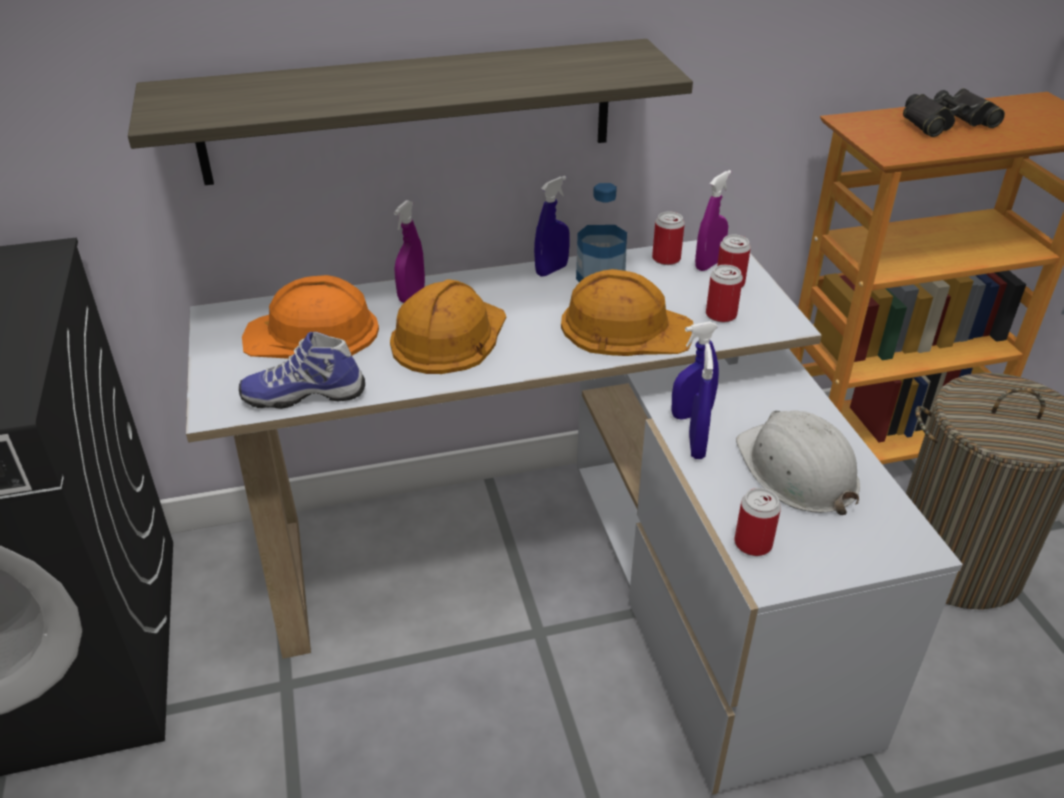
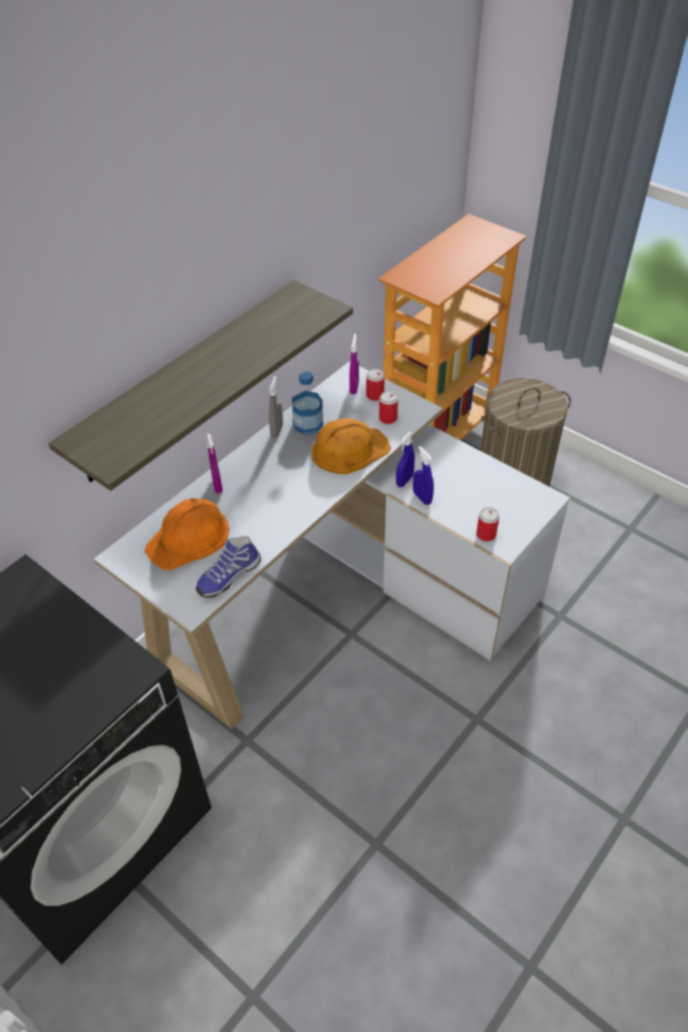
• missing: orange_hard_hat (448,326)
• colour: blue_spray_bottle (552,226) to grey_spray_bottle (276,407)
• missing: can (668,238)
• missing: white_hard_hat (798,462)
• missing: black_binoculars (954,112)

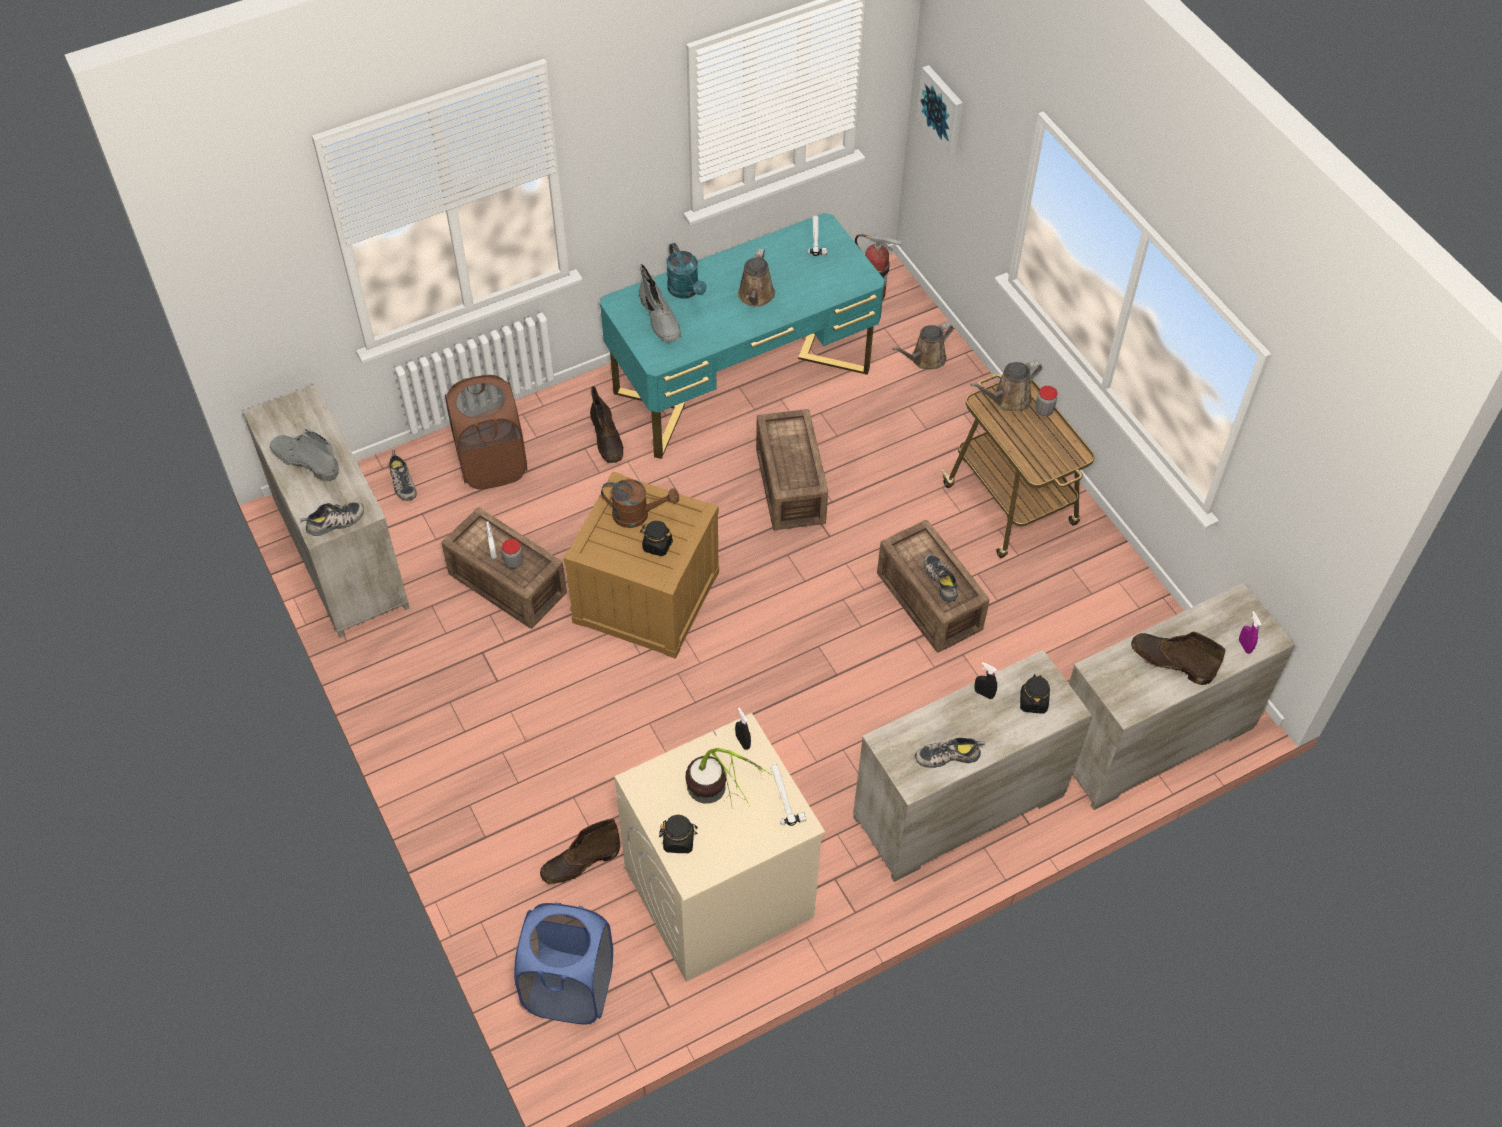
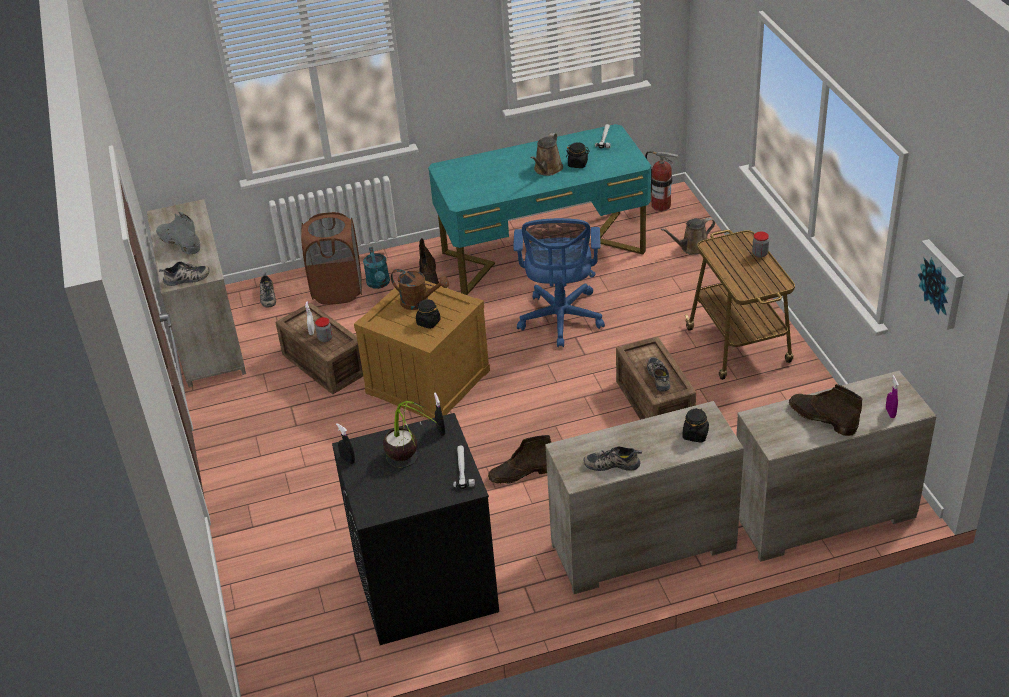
• missing: blue_laundry_basket (563,964)
• relocated: brown_boot (580,851) to (519,459)
• colour: beige_washing_machine (719,847) to black_washing_machine (415,529)
• missing: grey_boot (660,303)
• relocated: black_jar (678,834) to (578,155)
• relocated: turquoise_watering_can (686,271) to (376,268)
• exchanged: crate (792,469) to blue_office_chair (559,282)
• relocated: picture (940,110) to (938,284)
• missing: brown_watering_can (1006,386)
• relocated: black_spray_bottle (986,680) to (345,443)

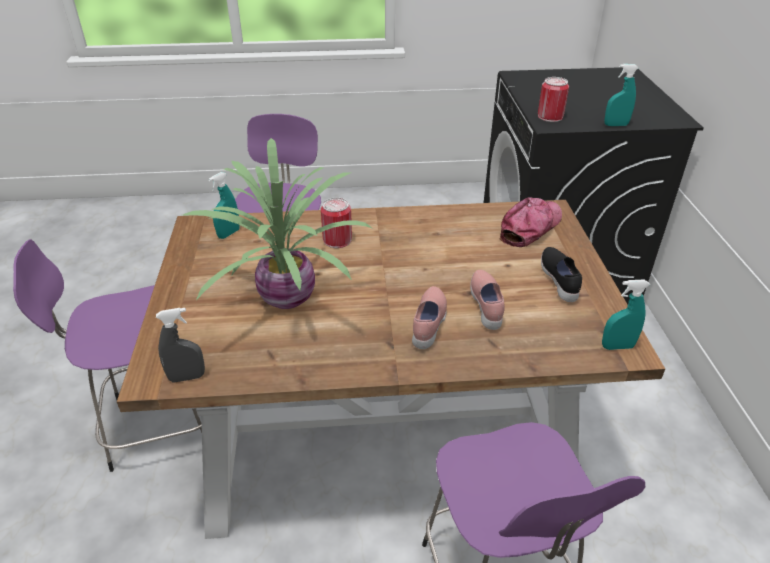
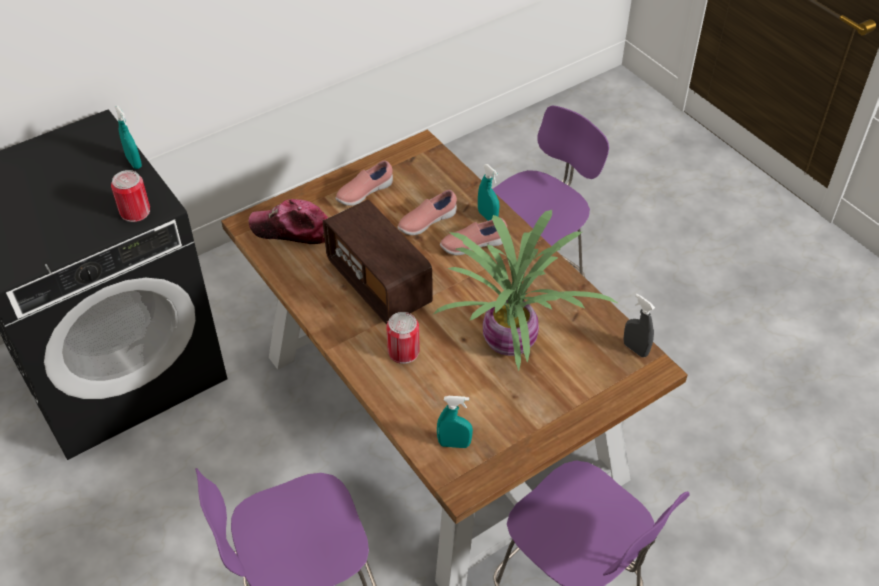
• colour: black_shoe (561,274) to pink_shoe (364,183)
• relocated: turquoise_spray_bottle (626,315) to (488,192)
• appeared: radio (378,261)

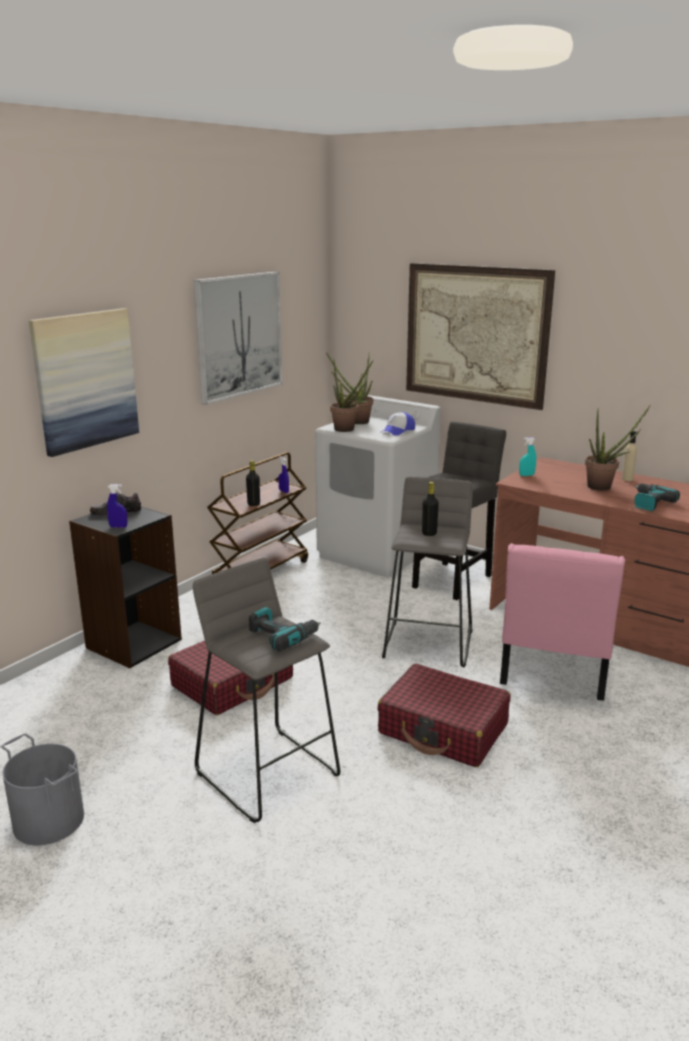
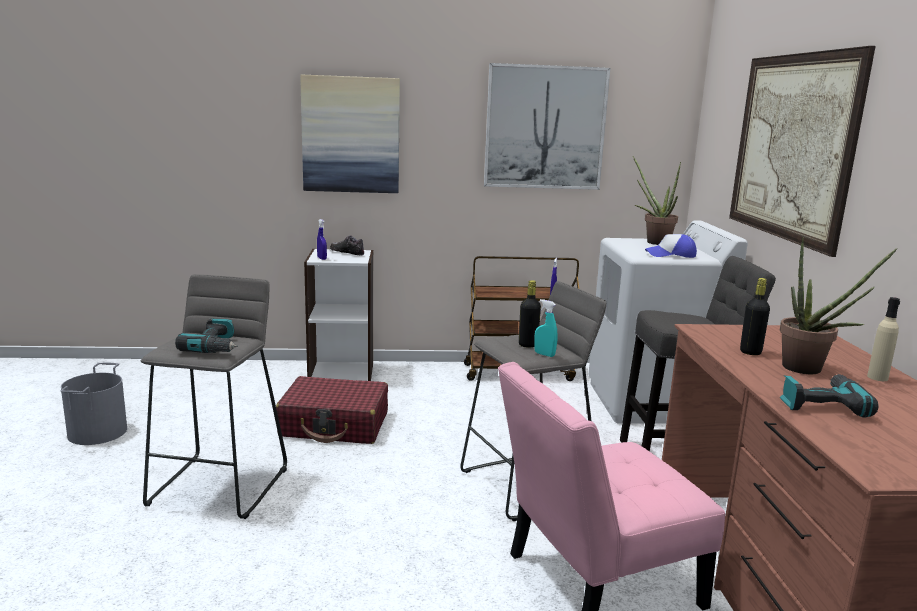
• colour: black_bookcase (125,587) to white_bookcase (338,315)
• relocated: black_bottle (253,483) to (755,316)
• missing: potted_plant (352,396)
• missing: red_suitcase (443,715)
• relocated: turquoise_spray_bottle (527,456) to (546,328)

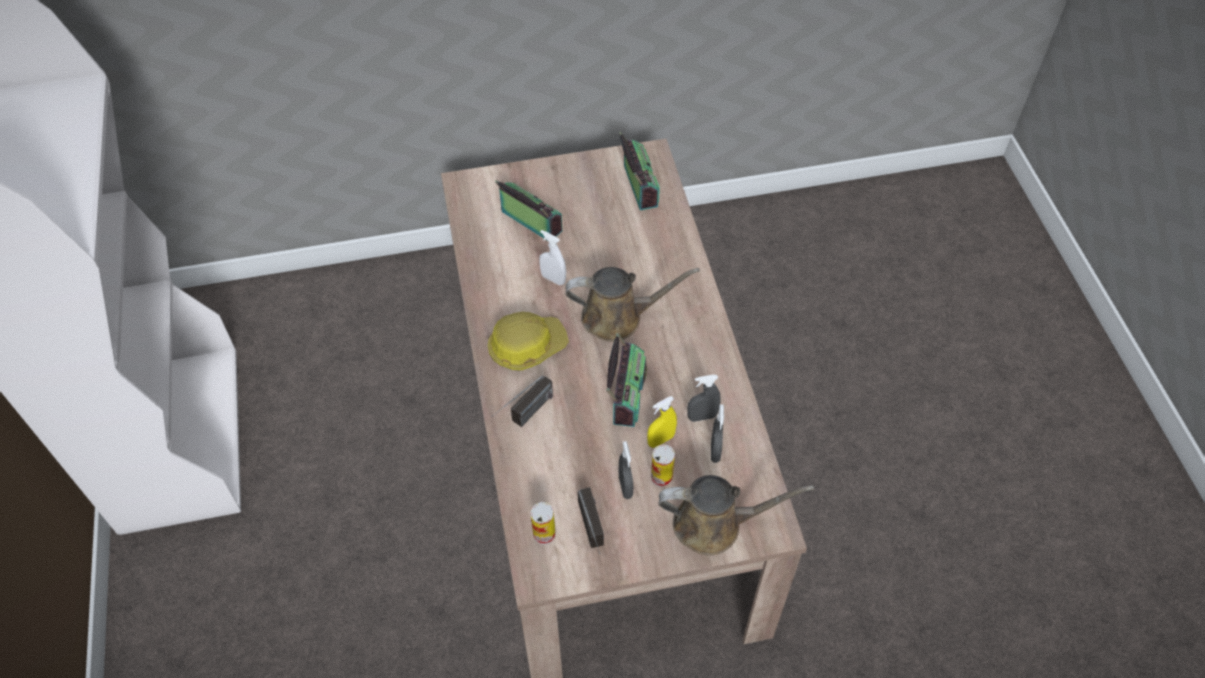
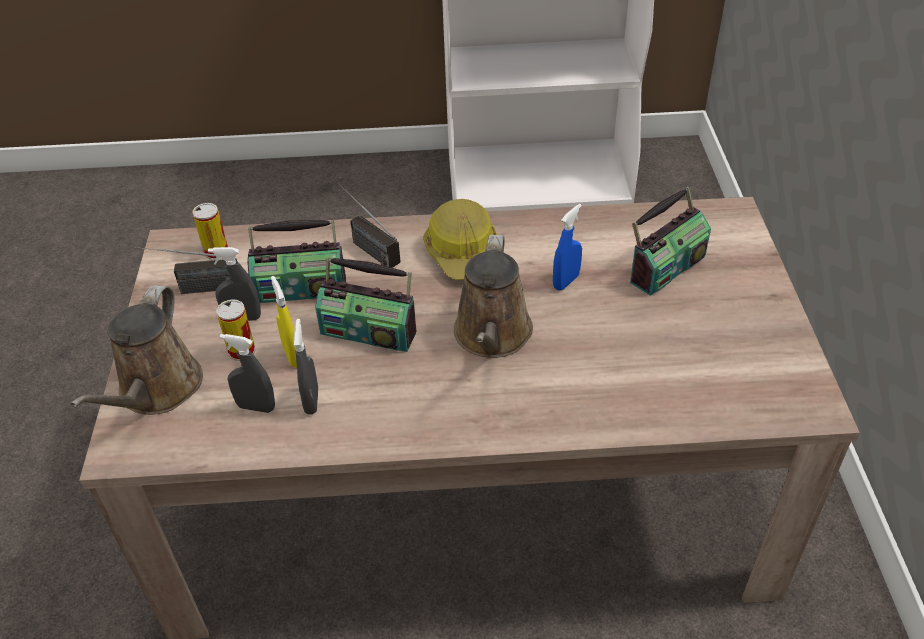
• colour: white_spray_bottle (552,257) to blue_spray_bottle (567,247)
• relocated: radio (639,171) to (296,261)

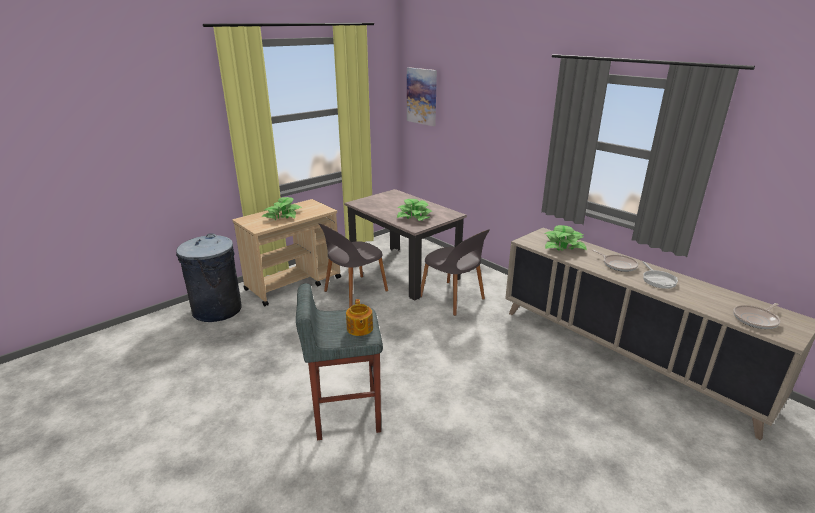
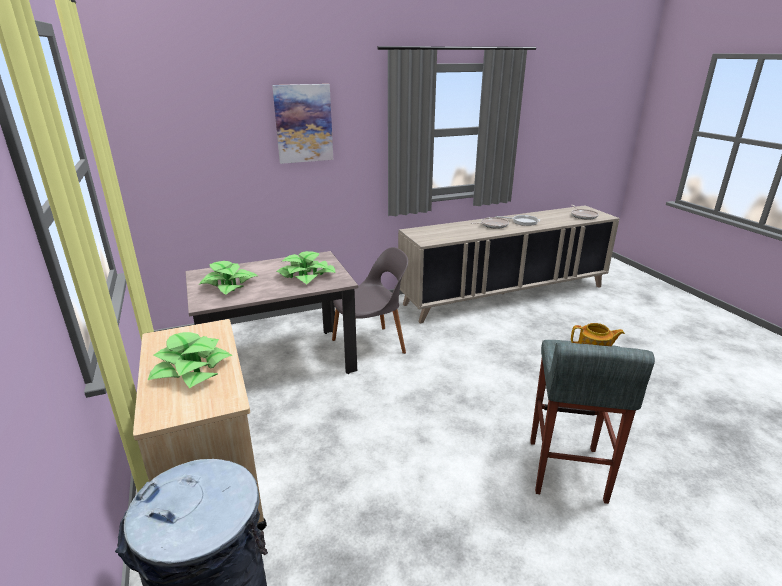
• missing: grey_chair (353,265)
• relocated: picture (422,96) to (302,124)
• relocated: potted_plant (566,238) to (228,278)

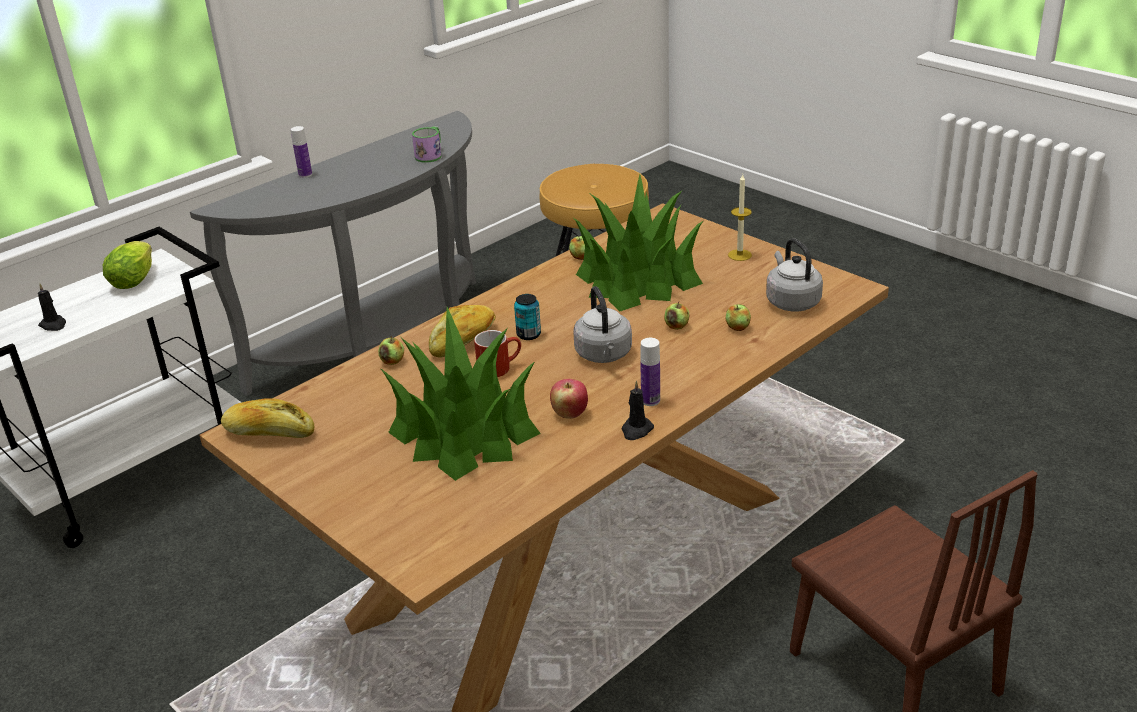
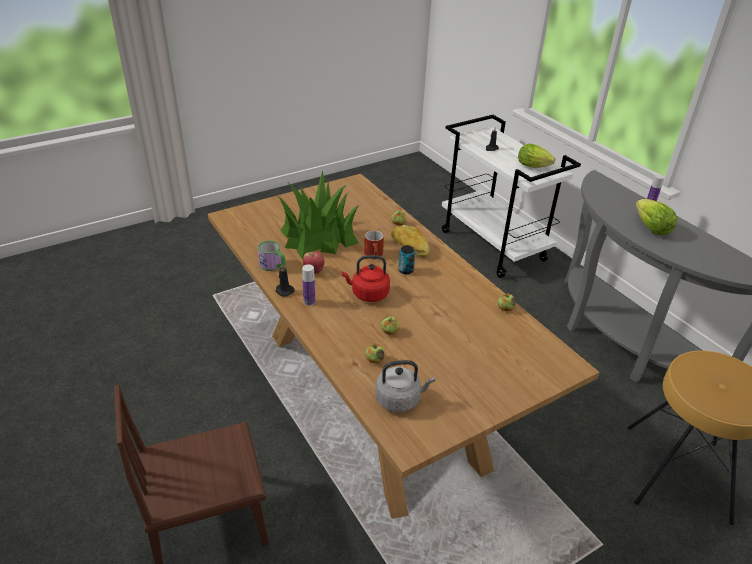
• missing: bread (267,418)
• relocated: mug (427,144) to (272,256)
• missing: potted_plant (637,242)
• colour: grey_kettle (602,324) to red_kettle (366,278)
• missing: candle (740,217)
• appeared: lettuce (656,217)

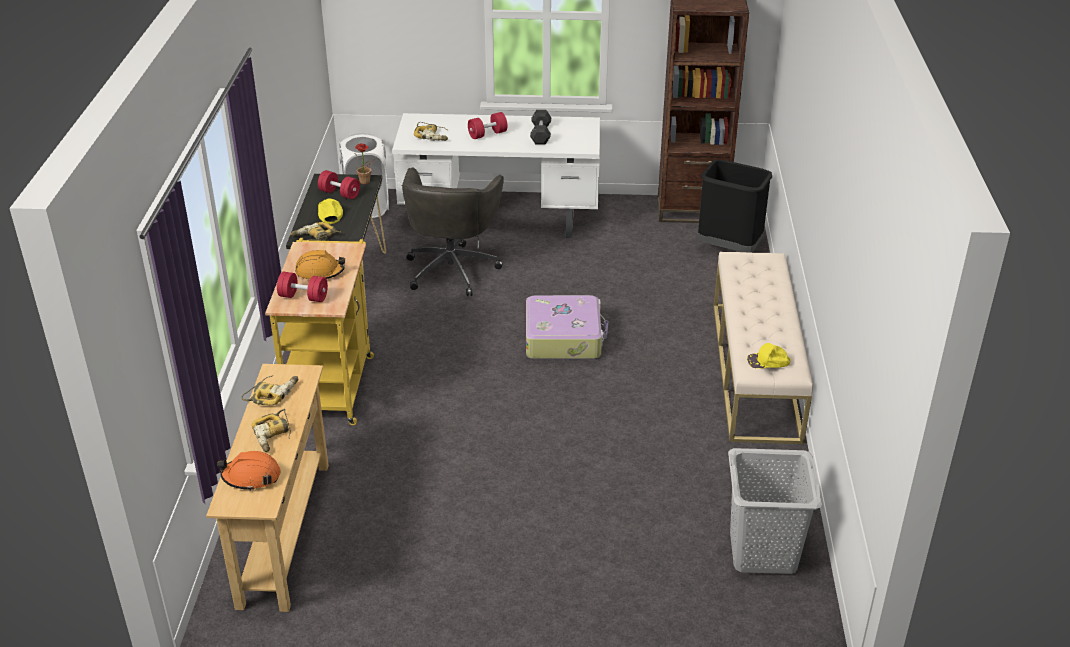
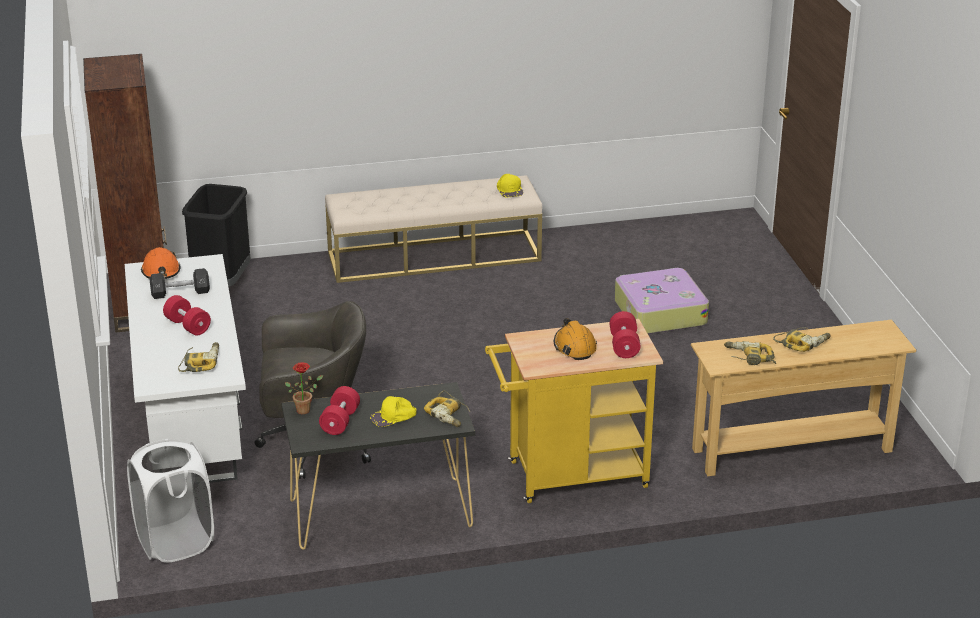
• relocated: orange_hard_hat (249,471) to (161,263)
• relocated: suitcase (567,327) to (662,301)
• missing: grey_laundry_basket (775,511)

